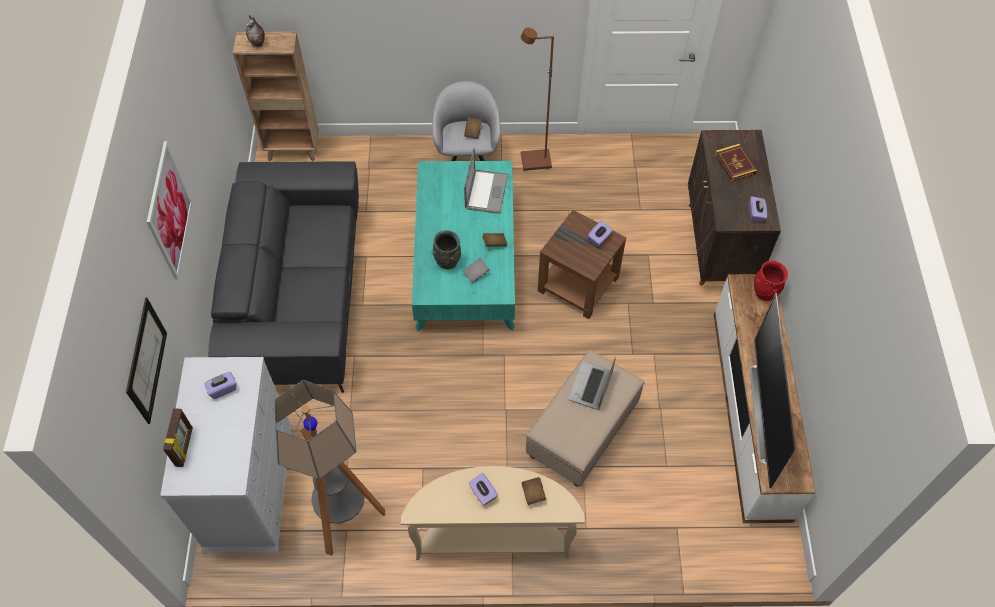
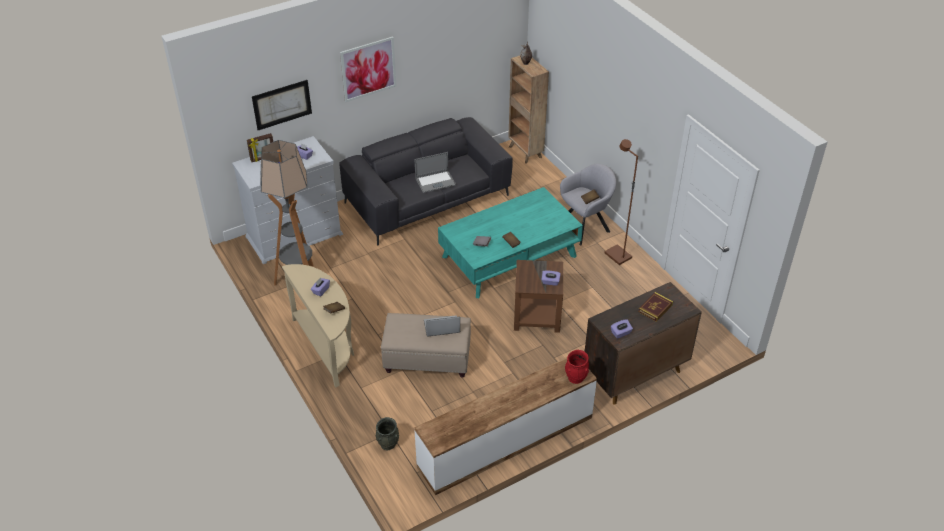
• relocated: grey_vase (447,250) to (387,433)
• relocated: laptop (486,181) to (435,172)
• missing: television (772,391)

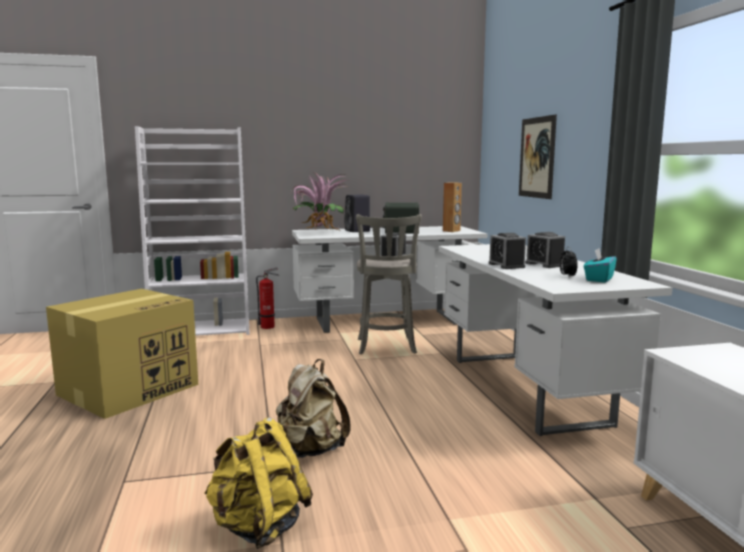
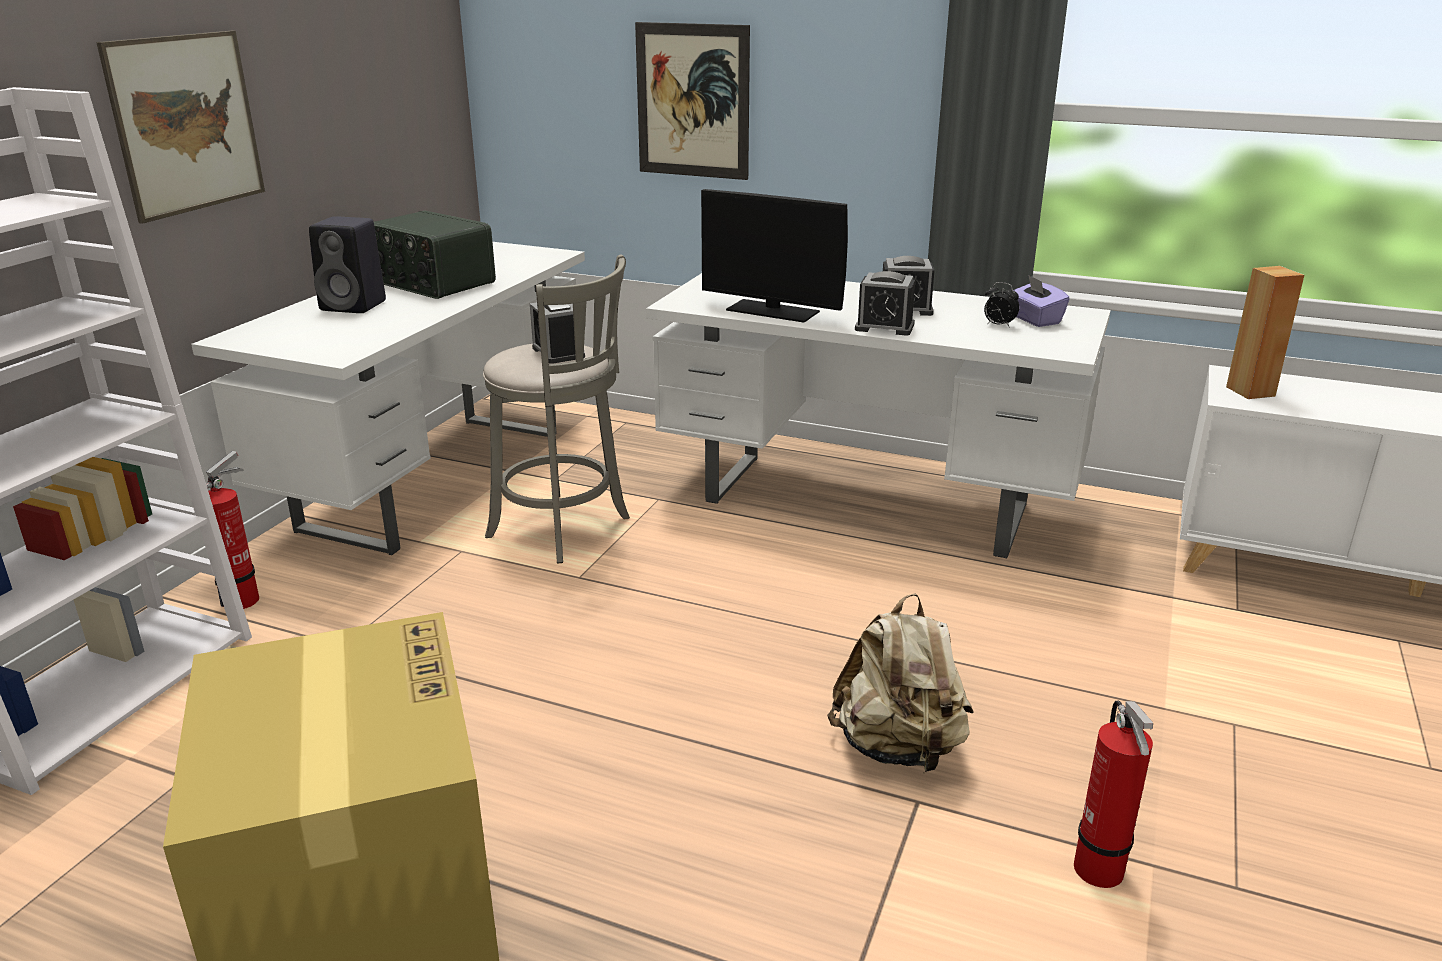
• exchanged: yellow_backpack (258,483) to fire_extinguisher (1113,794)
• missing: potted_plant (318,202)
• relocated: brown_speaker (452,207) to (1265,332)
• colour: turquoise_tissue_box (600,265) to purple_tissue_box (1042,301)
• appeared: picture (180,127)
• appeared: monitor (774,256)

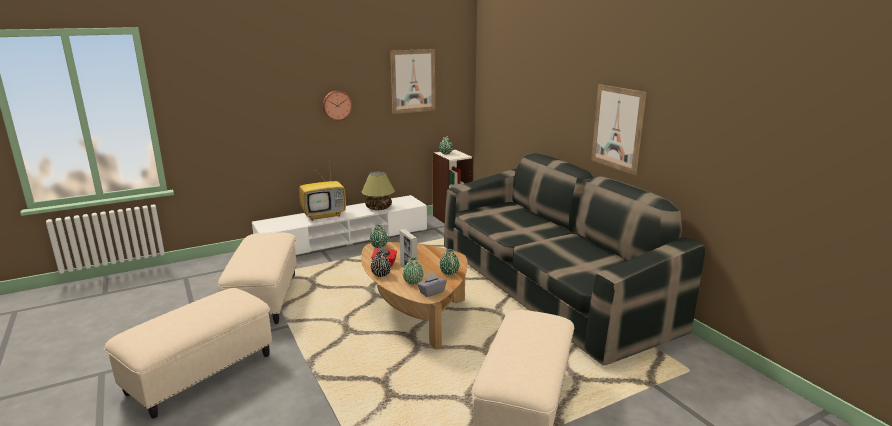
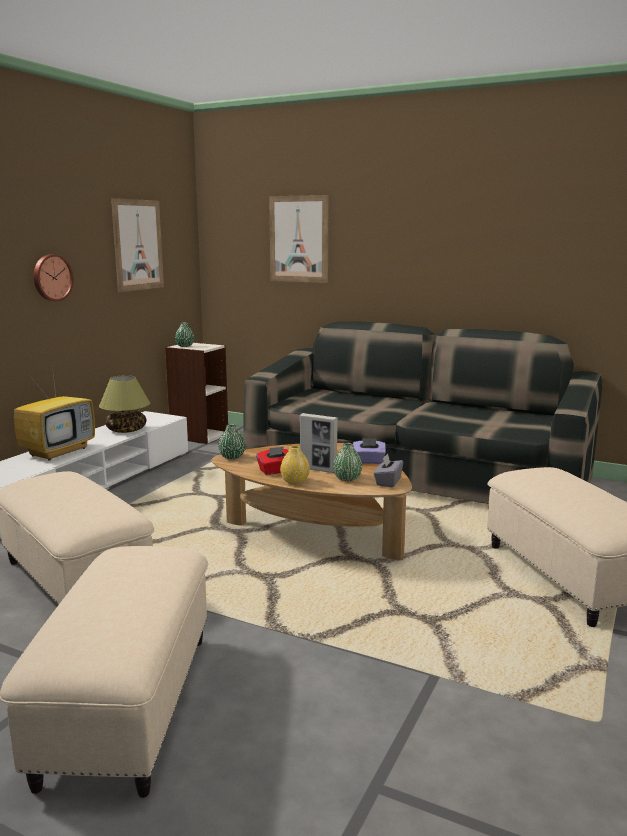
• colour: black_vase (381,264) to yellow_vase (295,465)
• exchanged: green_vase (450,262) to purple_tissue_box (369,451)
• relocated: picture (618,129) to (298,239)

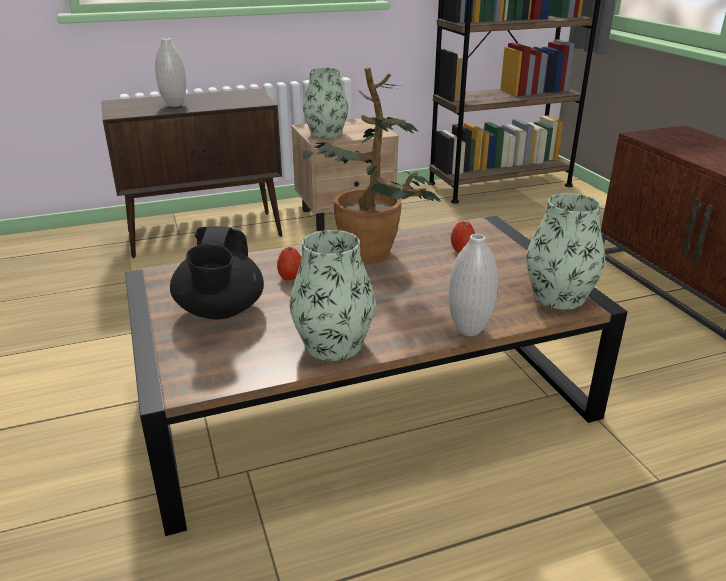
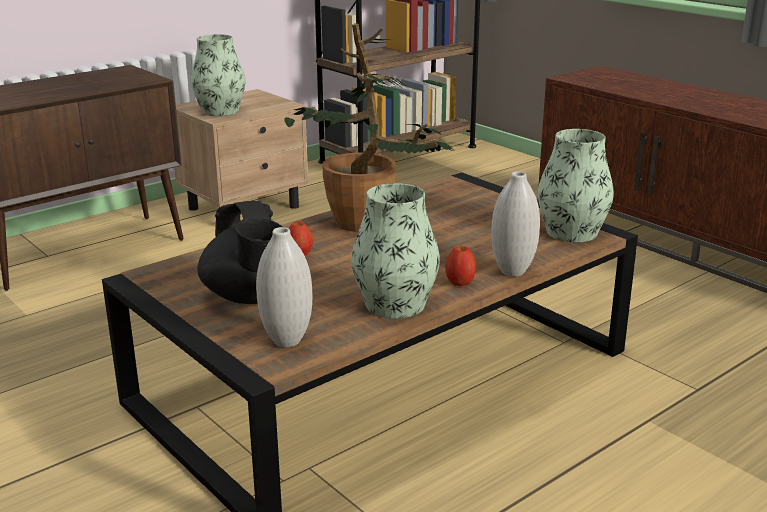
• relocated: white_vase (170,72) to (284,287)
• relocated: apple (463,236) to (460,266)

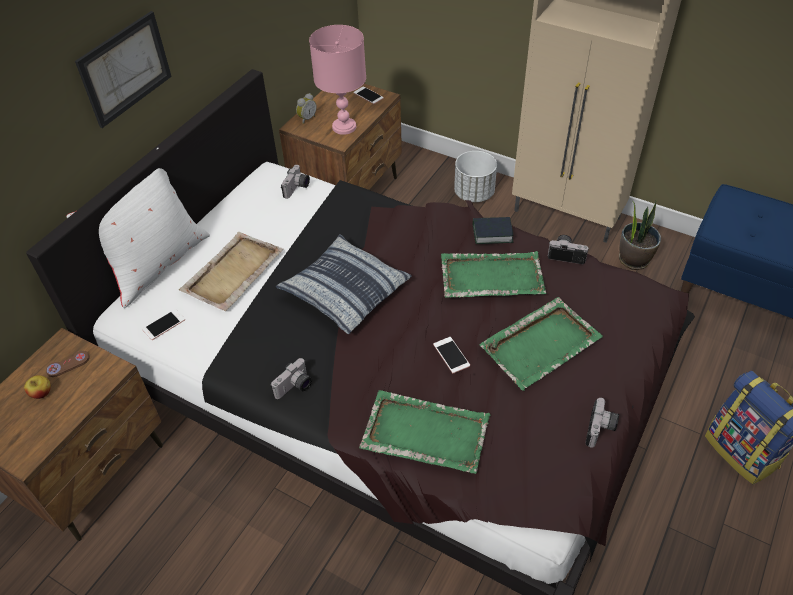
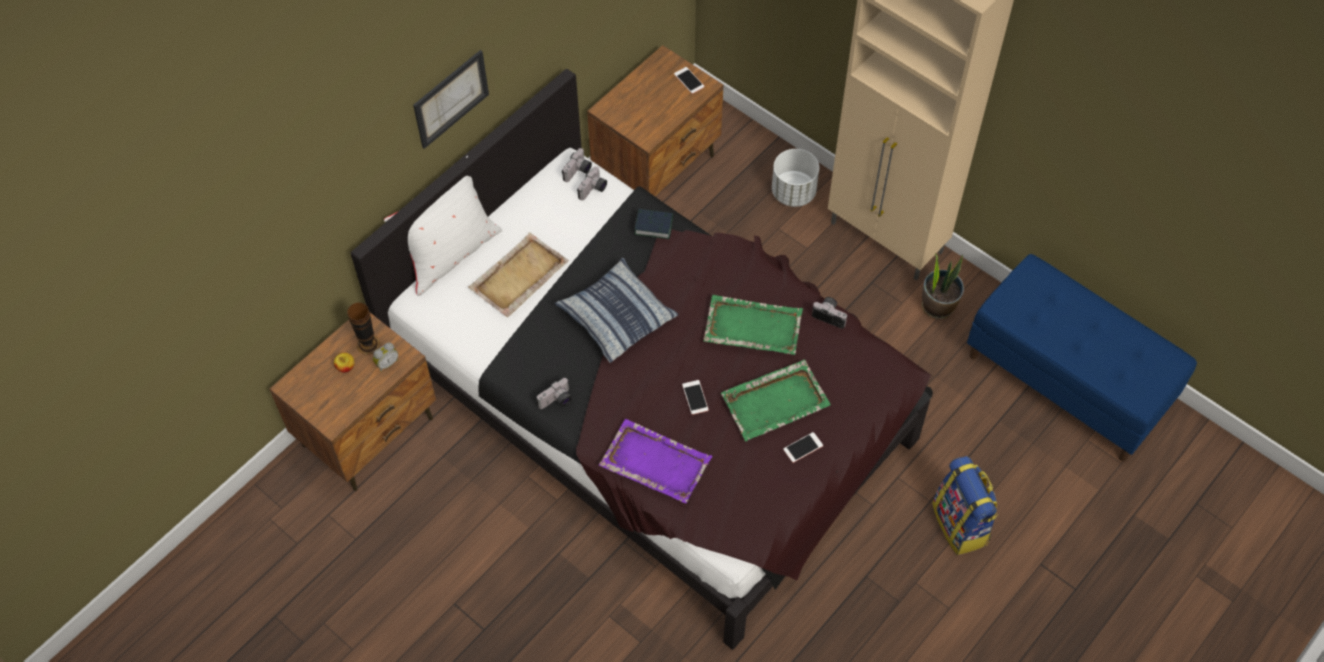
• exchanged: brown_game_controller (68,364) to vase (363,328)
• relocated: phone (163,324) to (803,447)
• relocated: alarm_clock (306,108) to (385,357)
• missing: pink_table_lamp (337,80)
• colour: green_tray (424,432) to purple_tray (655,461)
• relocated: book (493,230) to (654,224)
• relocated: photo_camera (602,422) to (577,165)

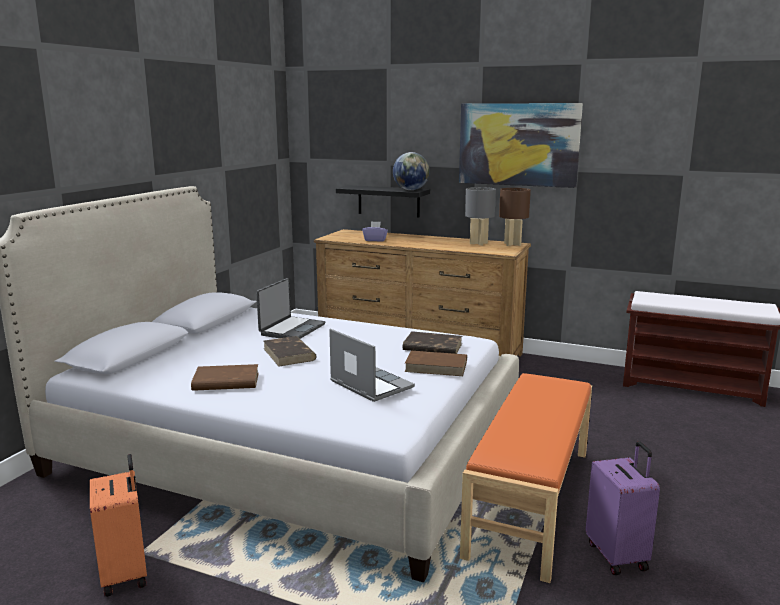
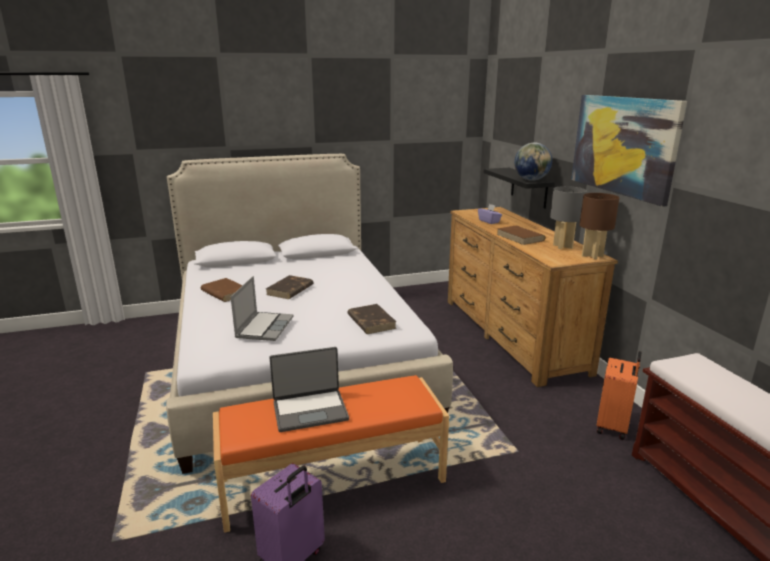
• relocated: orange_suitcase (118,525) to (619,395)
• relocated: laptop (290,308) to (309,389)
• relocated: brown_book (436,363) to (520,235)

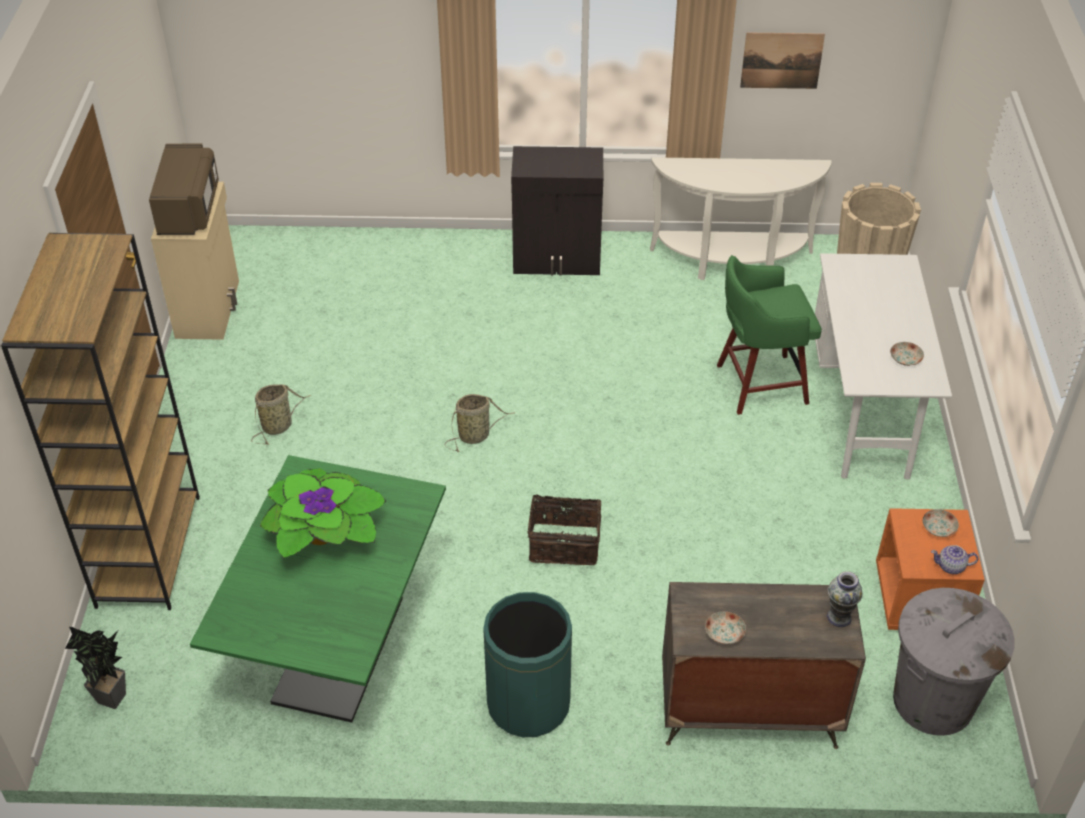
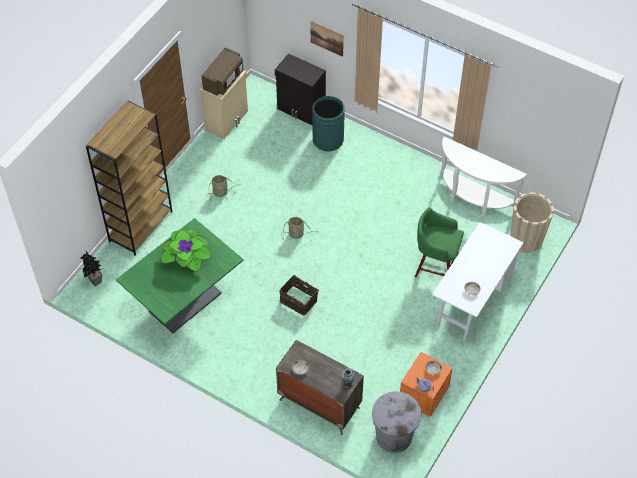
• relocated: green_trash_can (527,664) to (328,124)
• relocated: black_cabinet (557,211) to (300,89)
• relocated: picture (782,60) to (327,39)

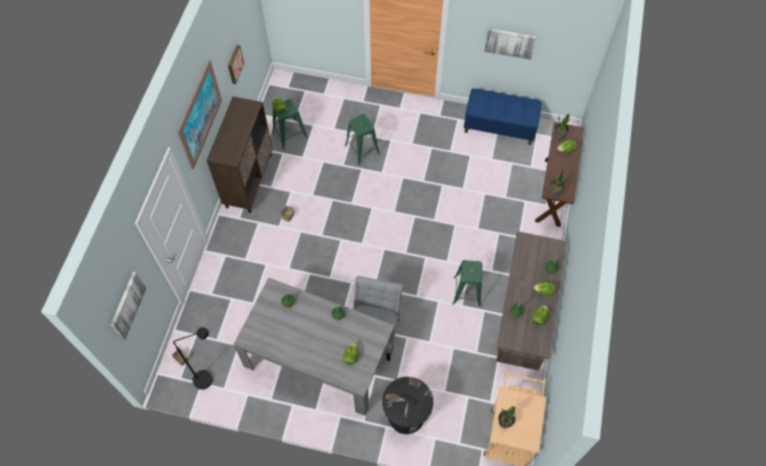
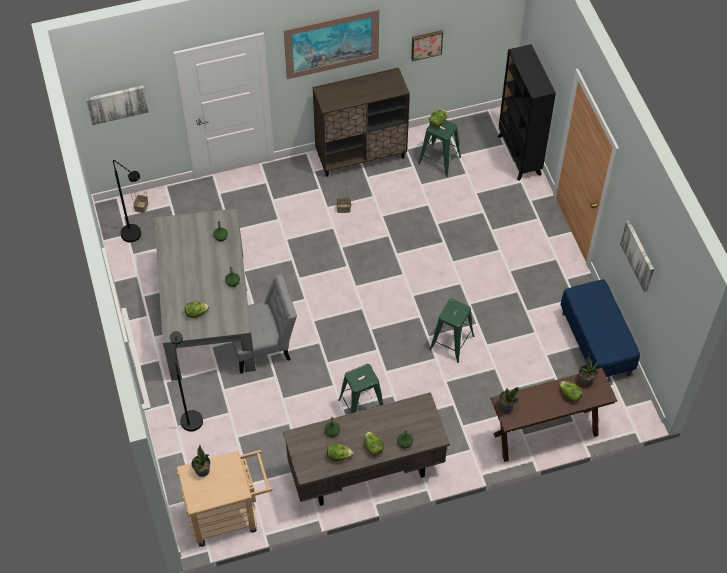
• relocated: green_stool (362,139) to (451,331)
• exchanged: black_trash_can (407,405) to black_floor_lamp (186,381)
• appeared: black_bookcase (527,112)

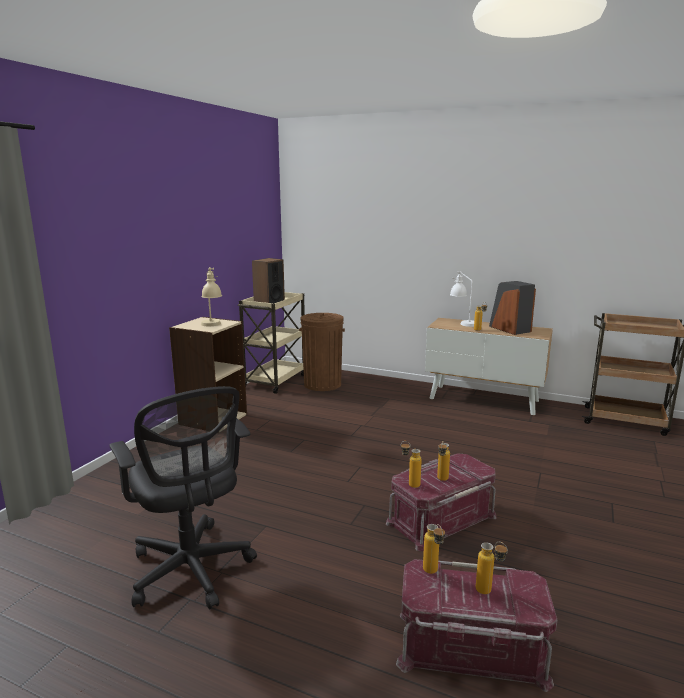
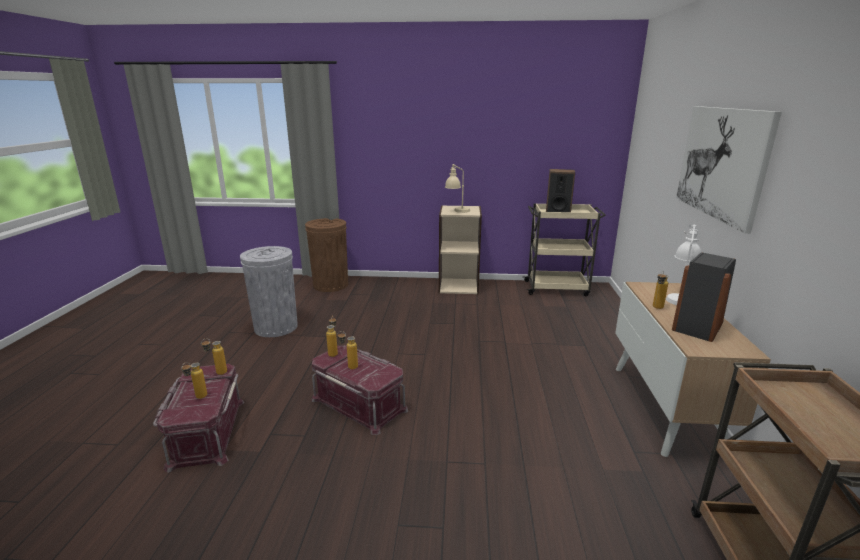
• exchanged: black_office_chair (183,498) to grey_trash_can (269,291)
• relocated: brown_trash_can (322,352) to (326,255)
• appeared: picture (729,170)

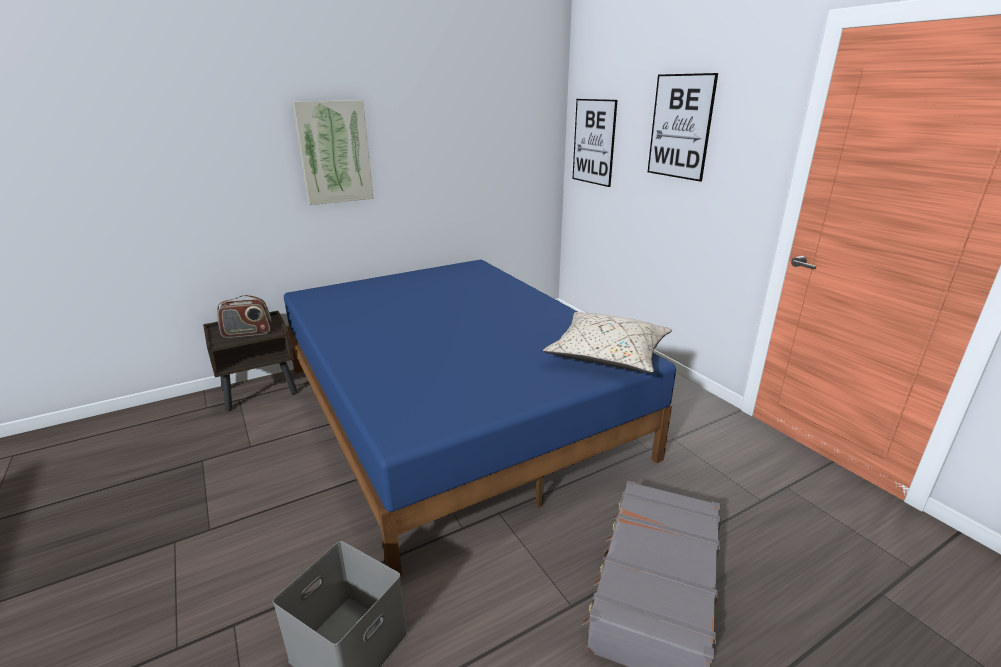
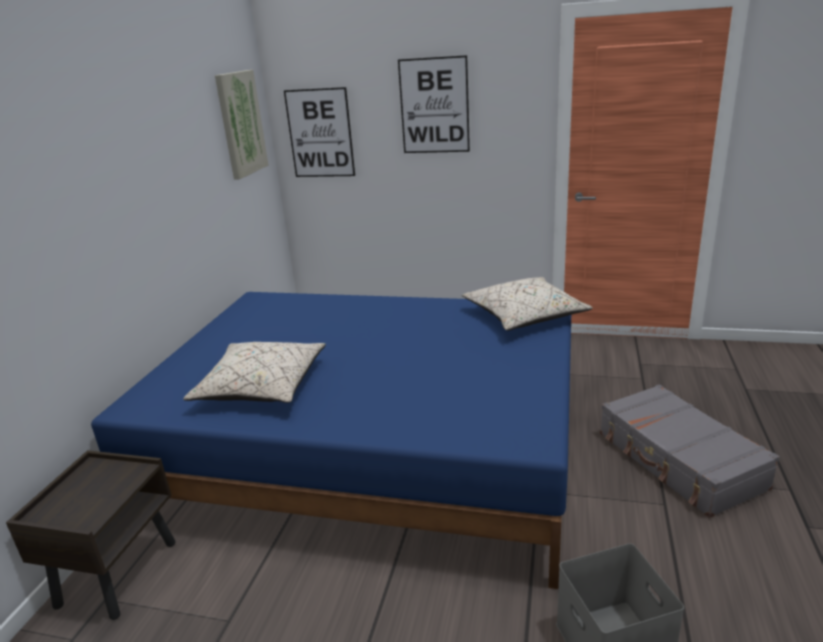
• missing: radio (244,316)
• relocated: picture (332,152) to (242,125)
• appeared: beige_pillow (254,372)

